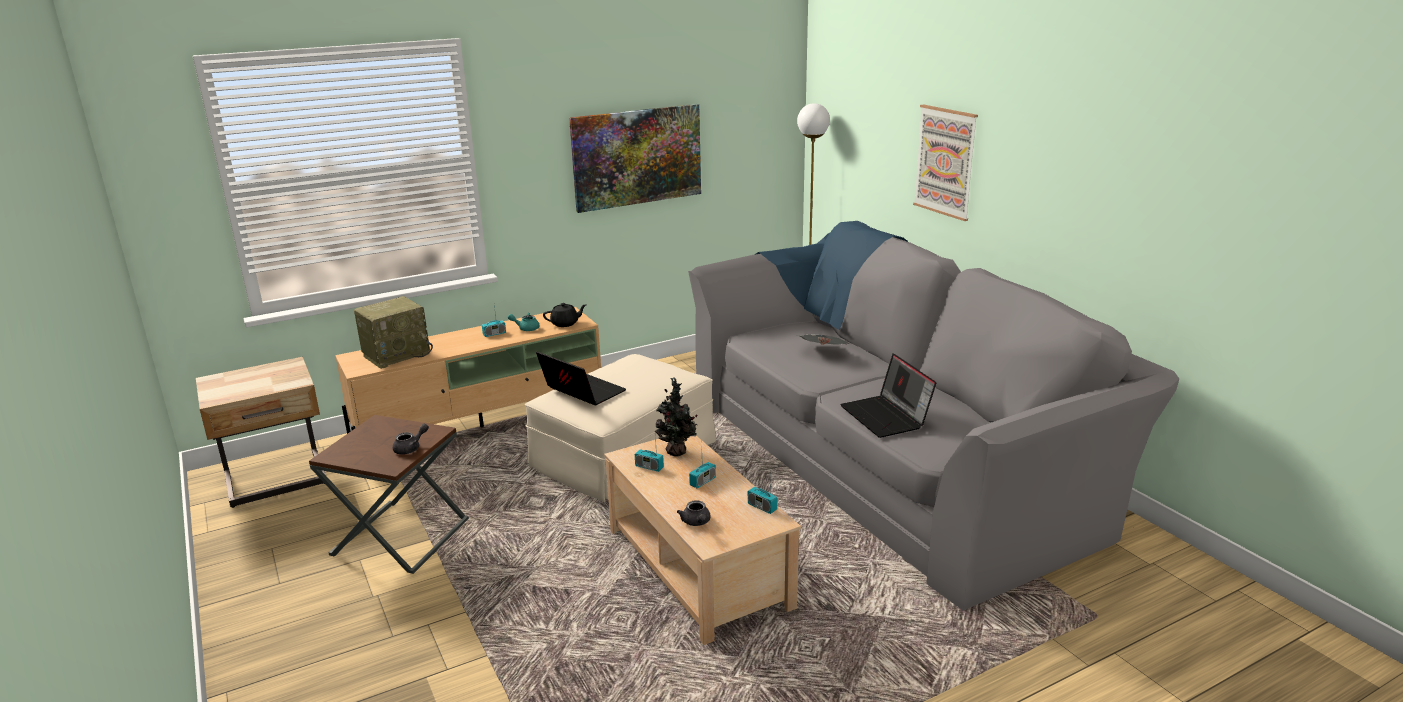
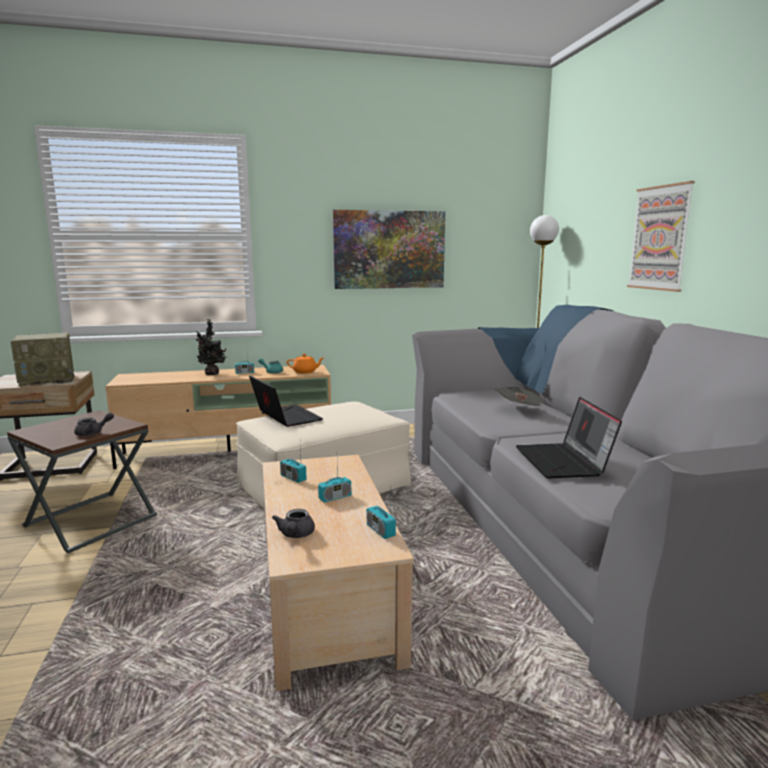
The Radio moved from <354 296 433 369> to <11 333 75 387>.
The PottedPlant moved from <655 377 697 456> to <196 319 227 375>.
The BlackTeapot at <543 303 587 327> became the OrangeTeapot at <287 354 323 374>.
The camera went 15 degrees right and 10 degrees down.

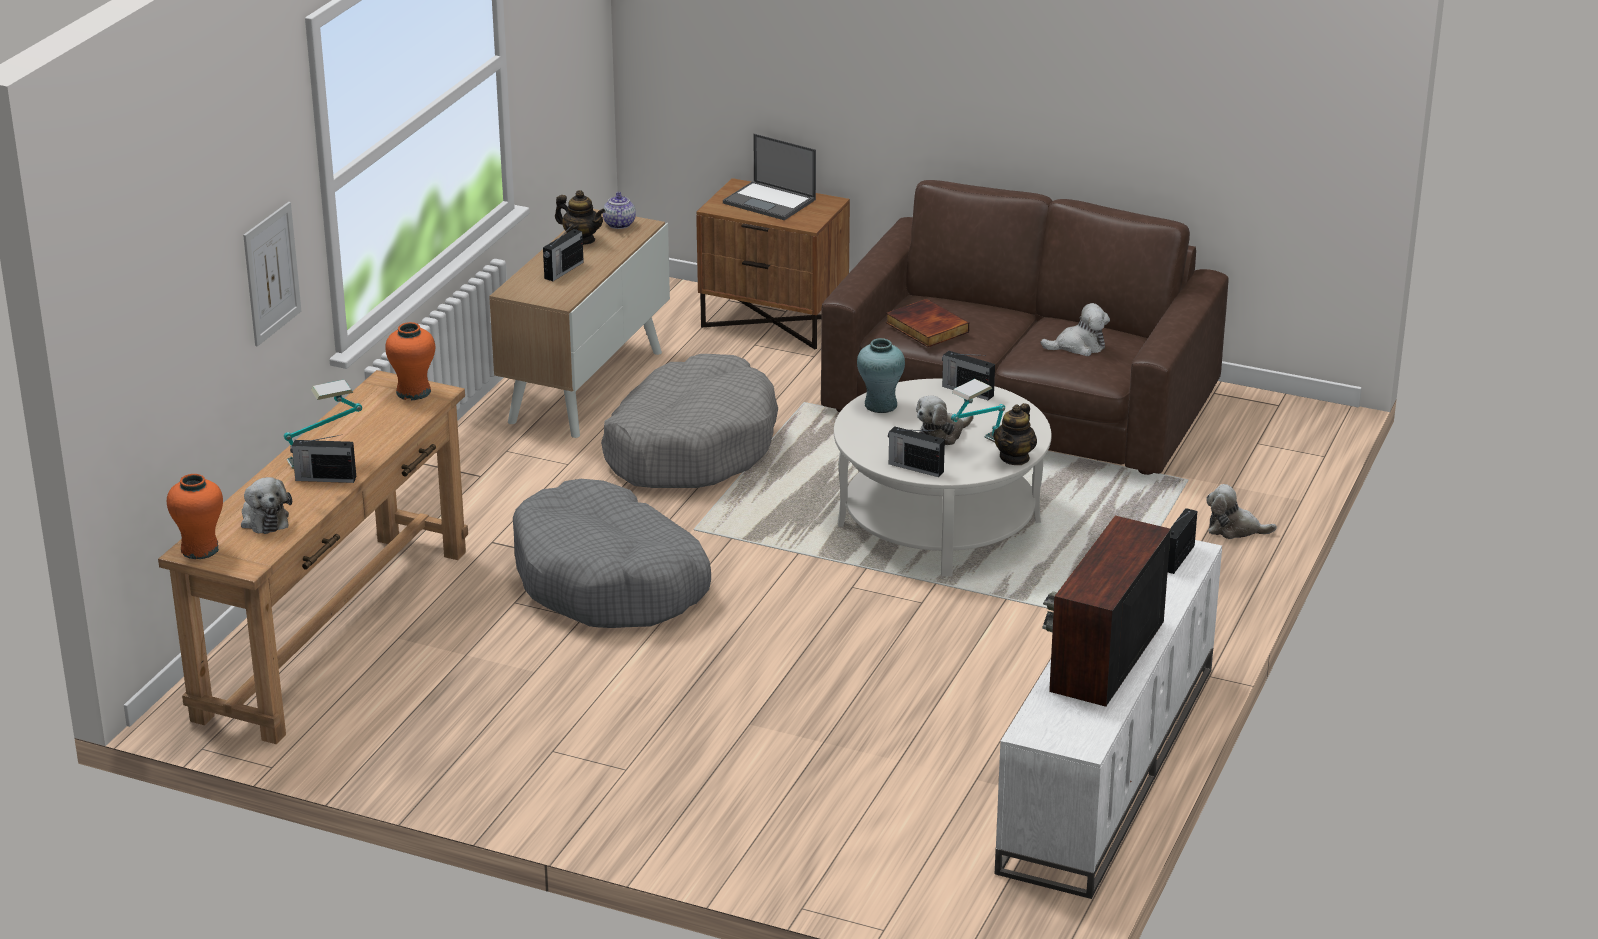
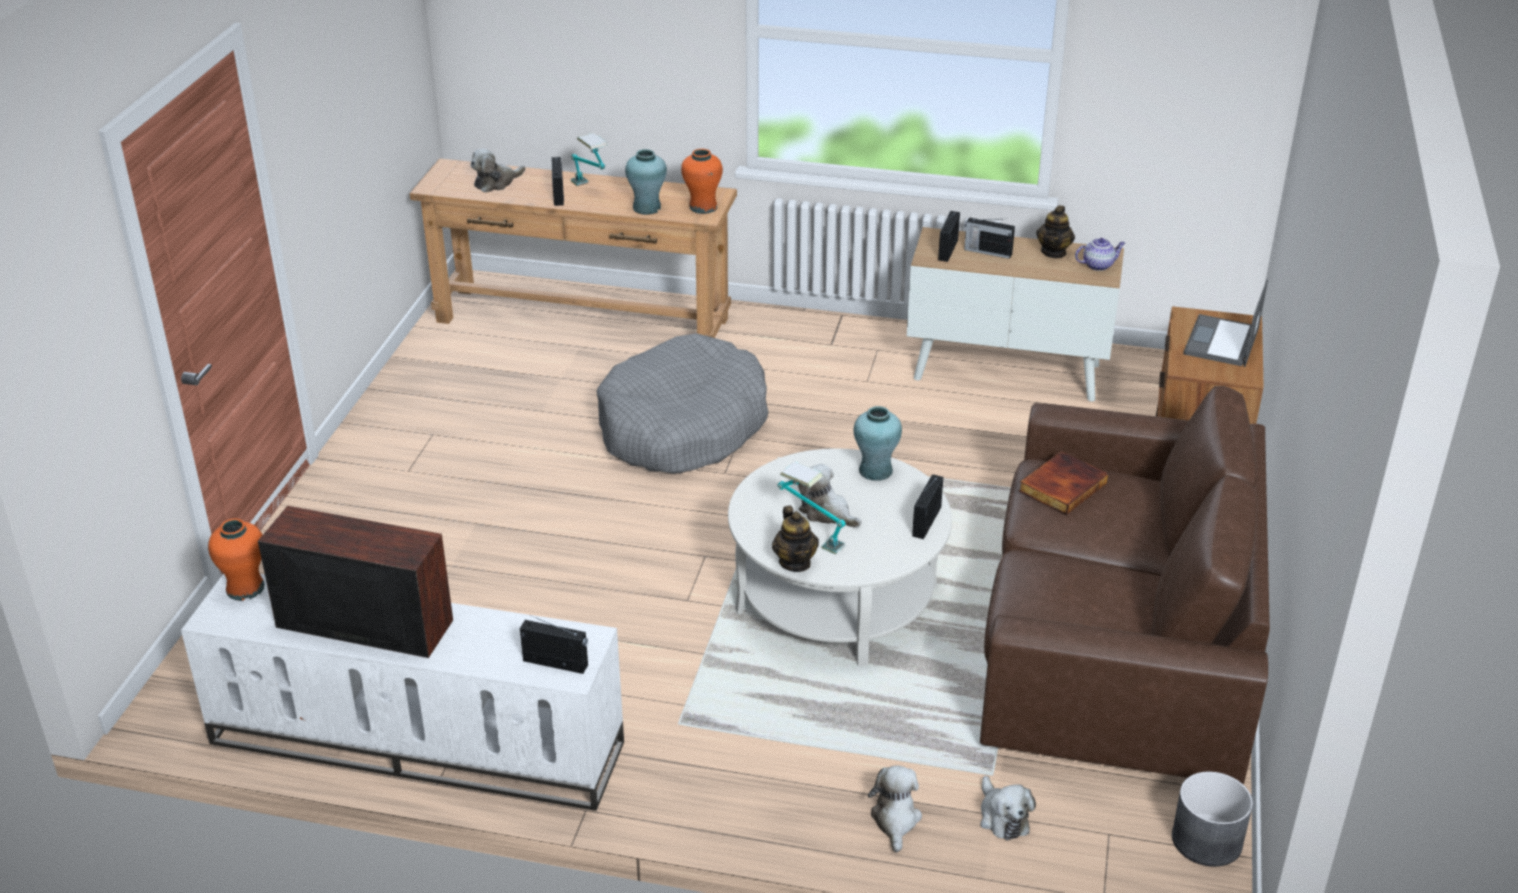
The OrangeVase moved from <167 474 223 559> to <208 518 265 601>.
The TurquoiseVase at <625 149 667 215> appeared.
The Teapot at <993 403 1037 465> turned 120 degrees counterclockwise.
The Radio moved from <888 426 945 477> to <938 211 960 262>.
The PlushToy moved from <1041 303 1110 356> to <980 776 1036 840>.
The GreyPlanter at <1172 772 1253 867> appeared.
The Picture at <243 202 301 347> disappeared.
The GreyDogBed at <601 354 778 488> disappeared.
The camera went 80 degrees right and 5 degrees up.

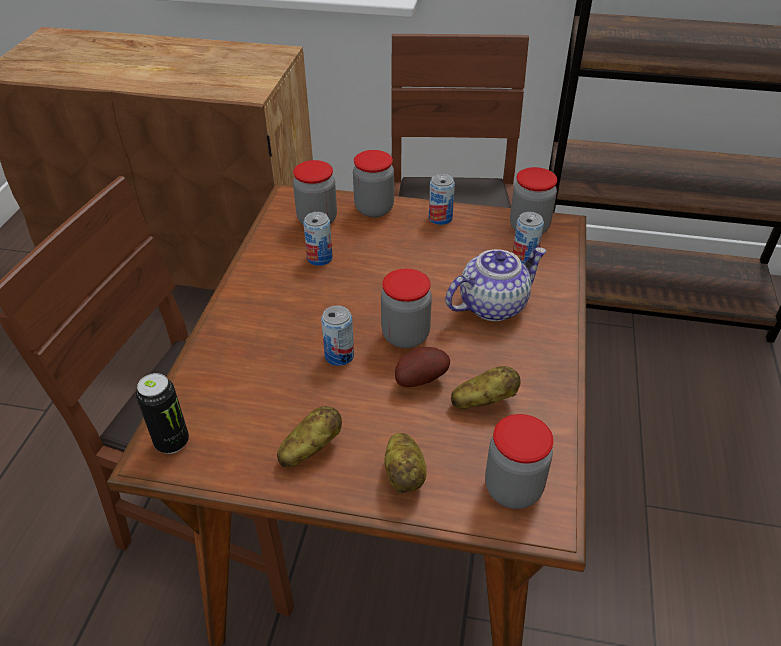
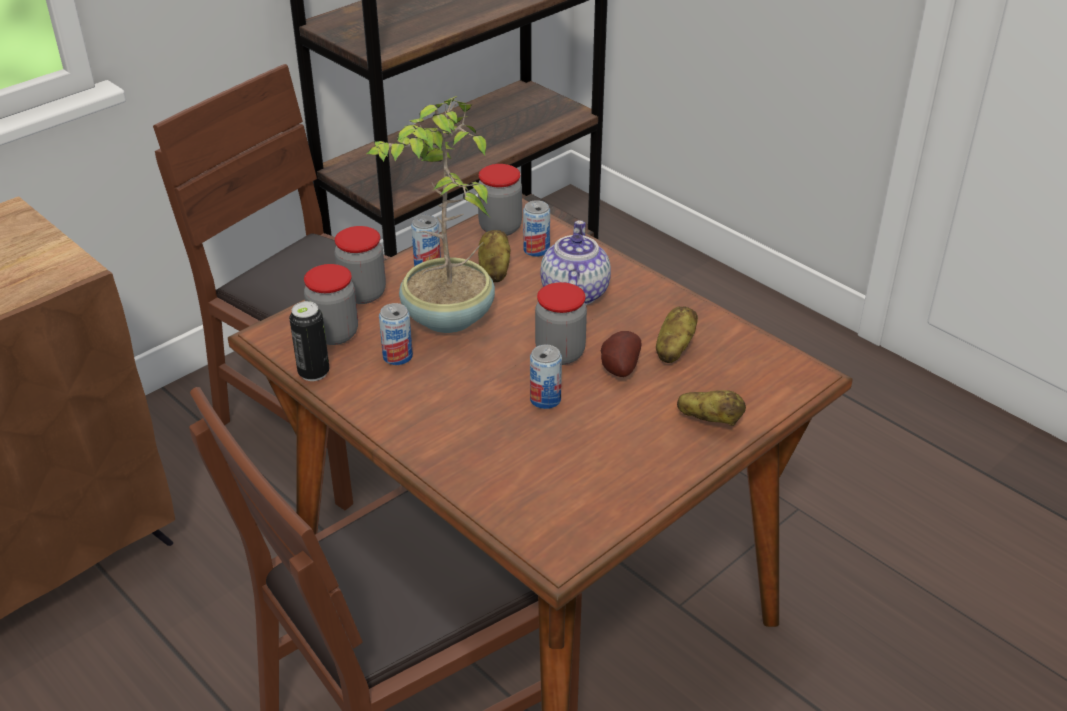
The Can moved from <136 373 189 454> to <289 301 330 381>.
The PottedPlant at <367 96 495 333> appeared.
The Potato moved from <277 406 342 467> to <478 230 510 282>.
The Jar at <485 414 553 509> disappeared.
The camera went 55 degrees left and 5 degrees down.

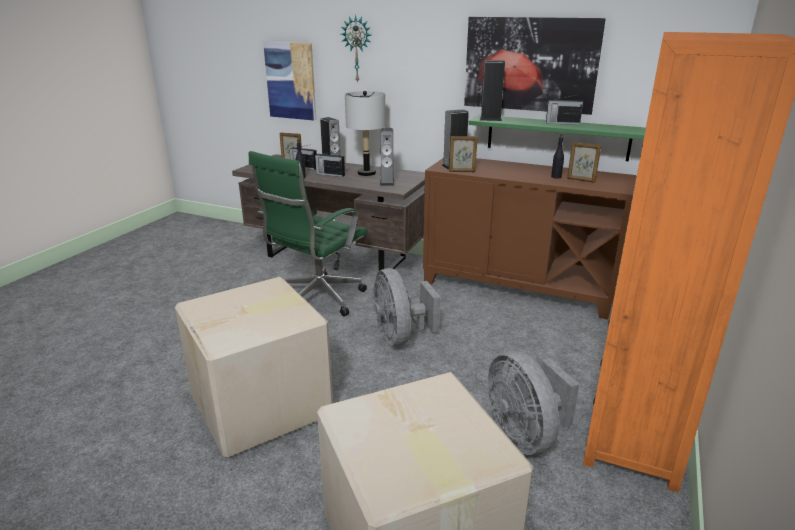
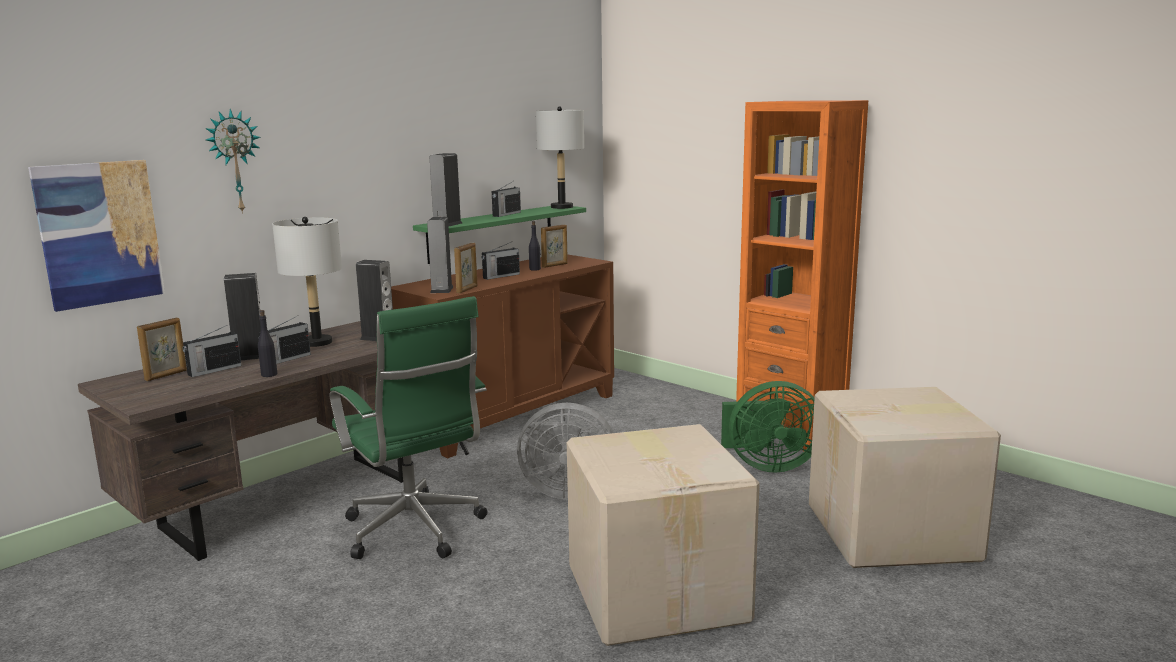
The Radio at <481 242 520 280> appeared.
The GreyTableLamp at <536 106 584 209> appeared.
The GreyFan at <488 351 579 455> became the GreenFan at <721 381 814 473>.
The Picture at <464 17 606 115> disappeared.
The camera went 70 degrees left and 10 degrees down.

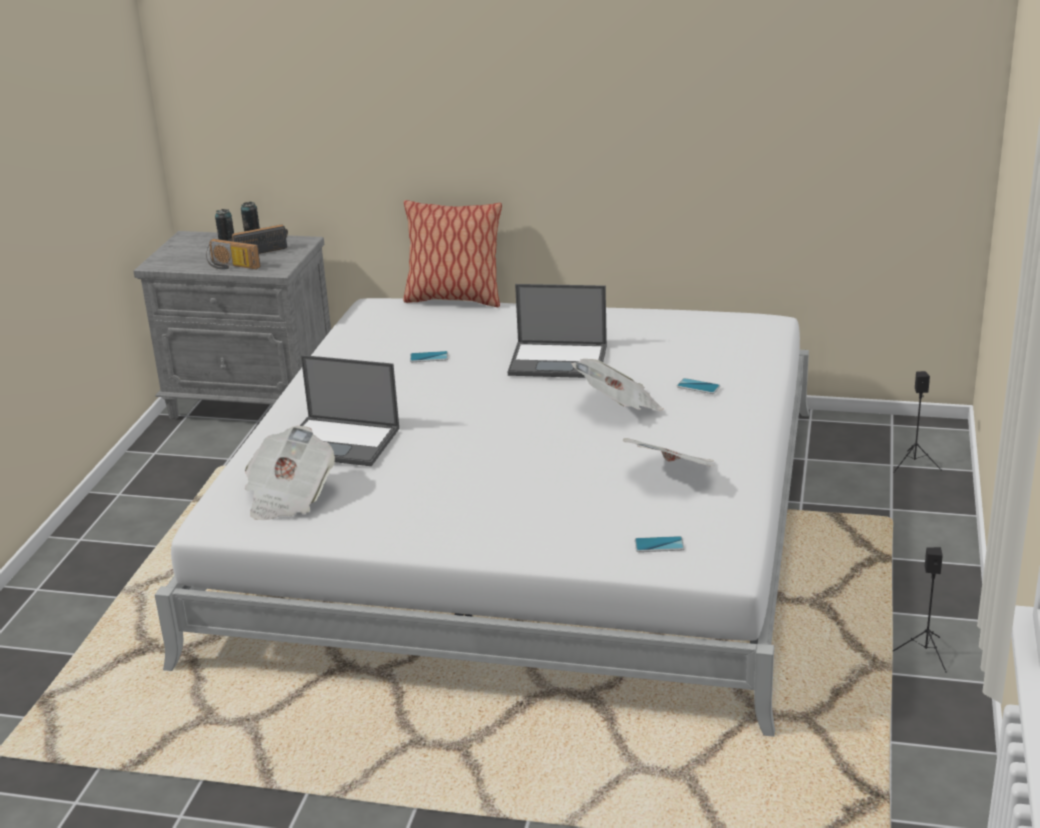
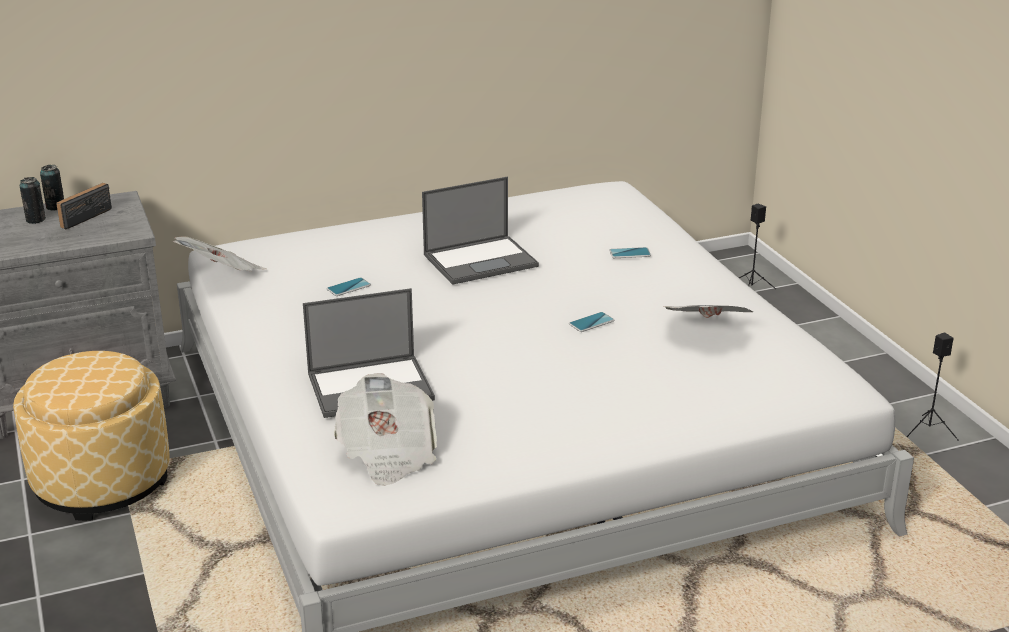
The Ottoman at <13 351 170 521> appeared.
The Newspaper moved from <571 359 664 410> to <173 236 267 272>.
The Phone moved from <634 536 685 552> to <569 312 614 332>.
The Radio at <206 239 261 270> disappeared.
The Pillow at <403 200 502 307> disappeared.
The camera went 35 degrees left and 0 degrees up.

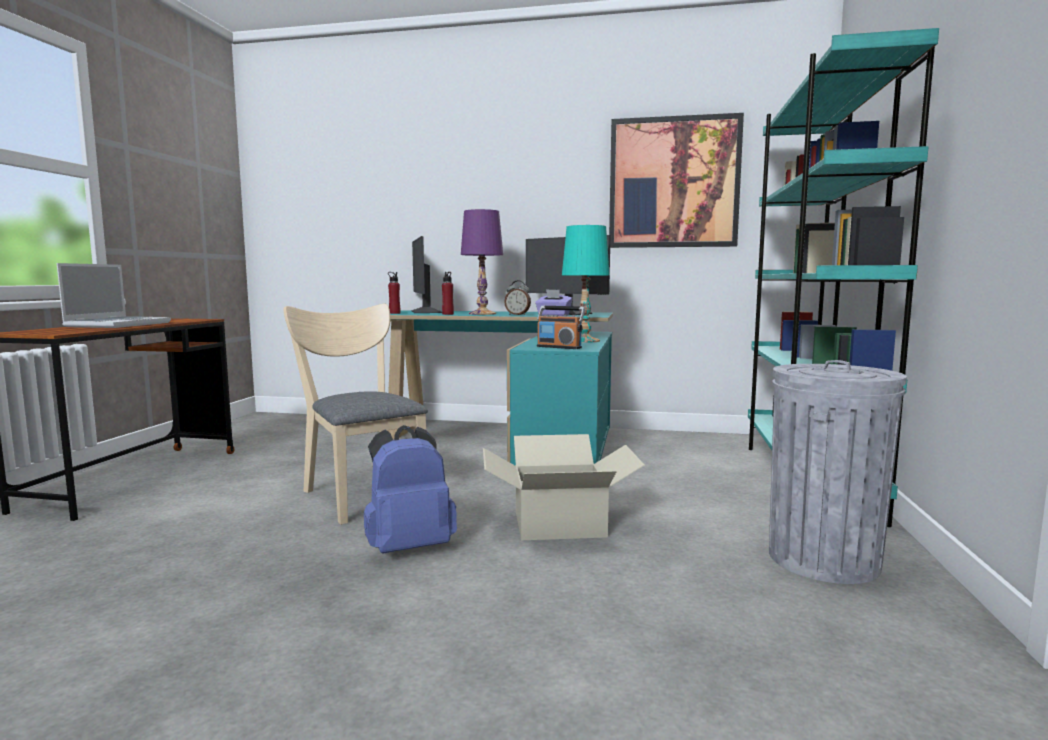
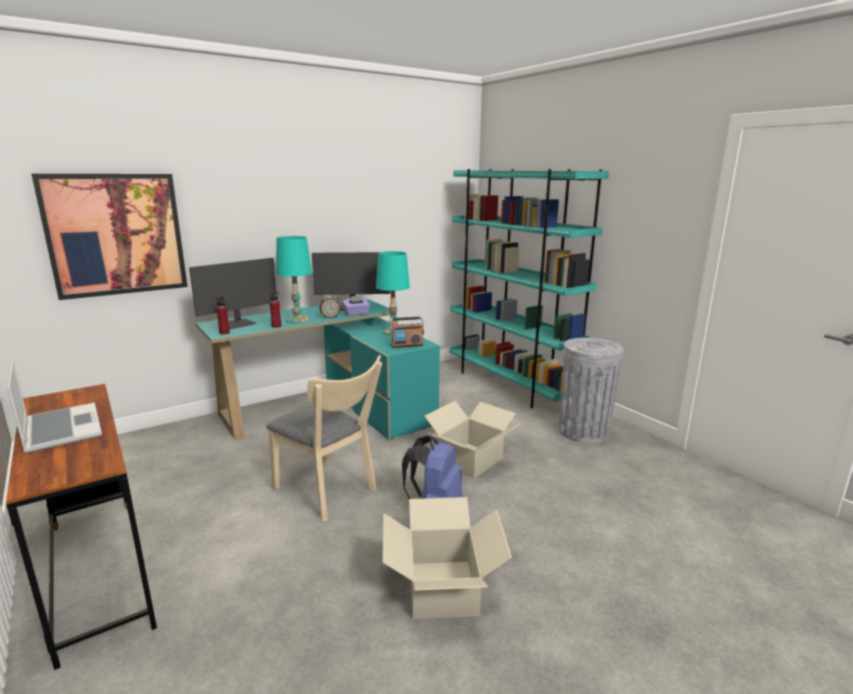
The Picture moved from <609 113 744 248> to <32 174 188 300>.
The Monitor at <411 236 442 313> turned 75 degrees counterclockwise.
The BeigeChair at <283 304 428 525> turned 150 degrees counterclockwise.
The PurpleTableLamp at <461 209 503 315> became the TurquoiseTableLamp at <276 236 312 323>.
The CardboardBox at <383 497 512 619> appeared.
The camera went 45 degrees left and 10 degrees up.

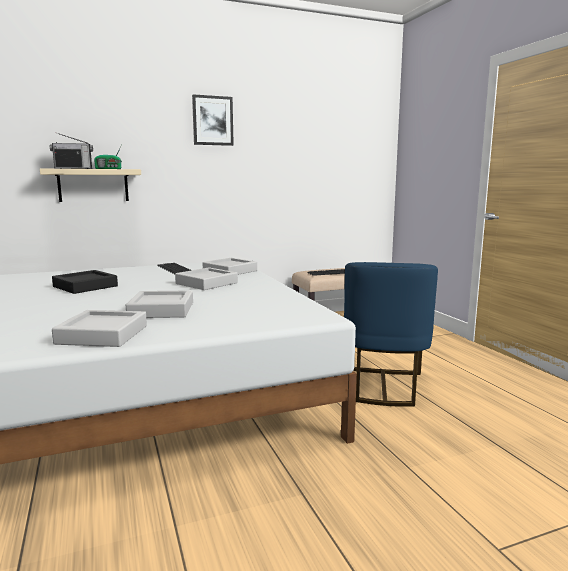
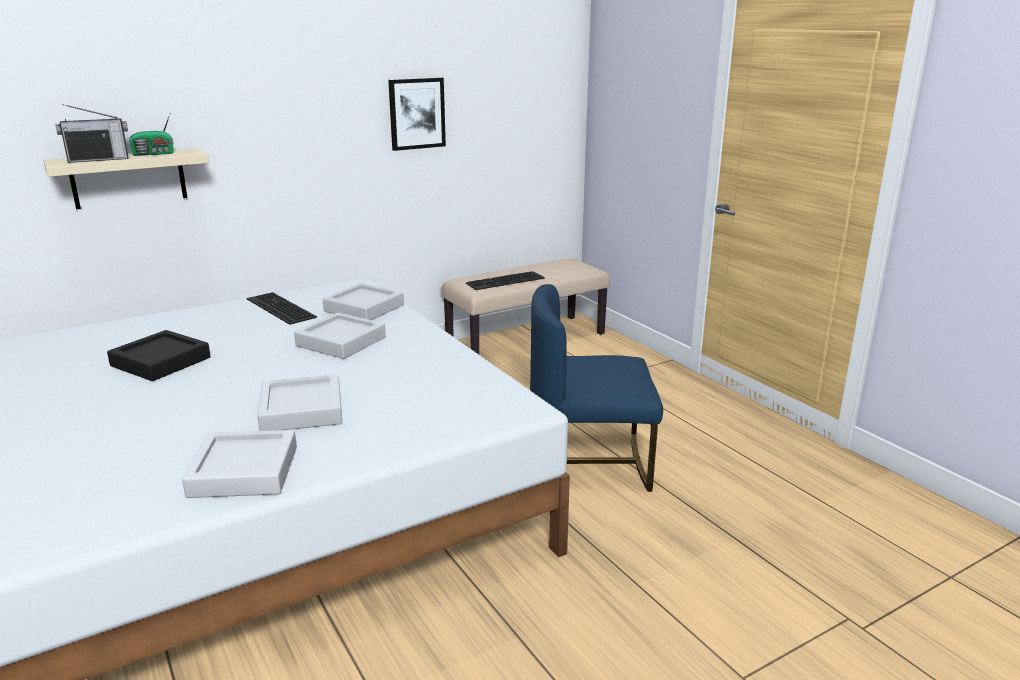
The Picture moved from <192 94 234 146> to <388 77 446 151>.
The BlueChair at <344 262 438 407> turned 90 degrees clockwise.
The camera went 10 degrees left and 10 degrees up.

